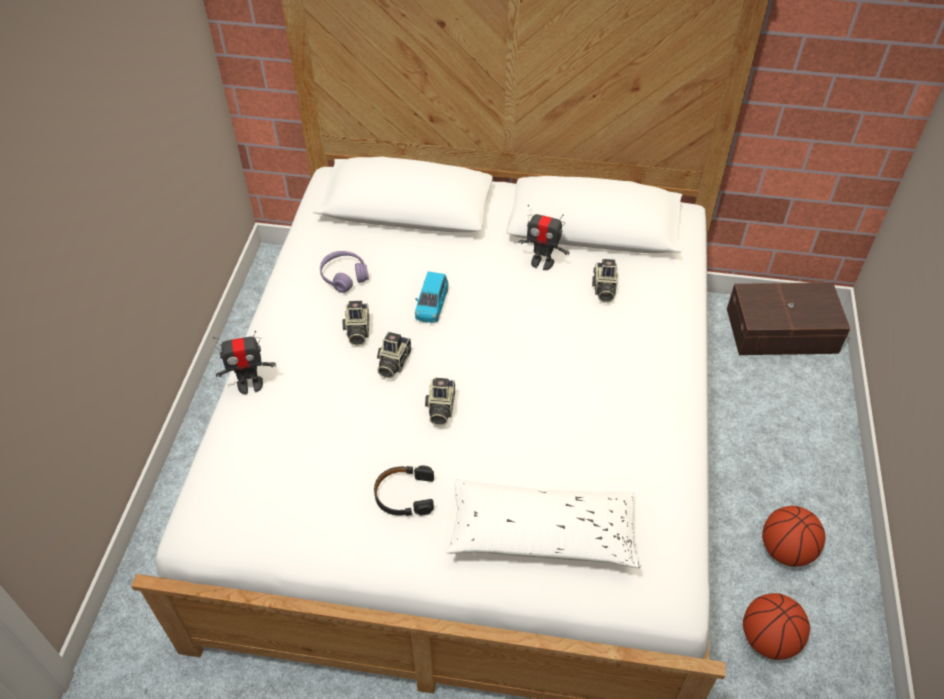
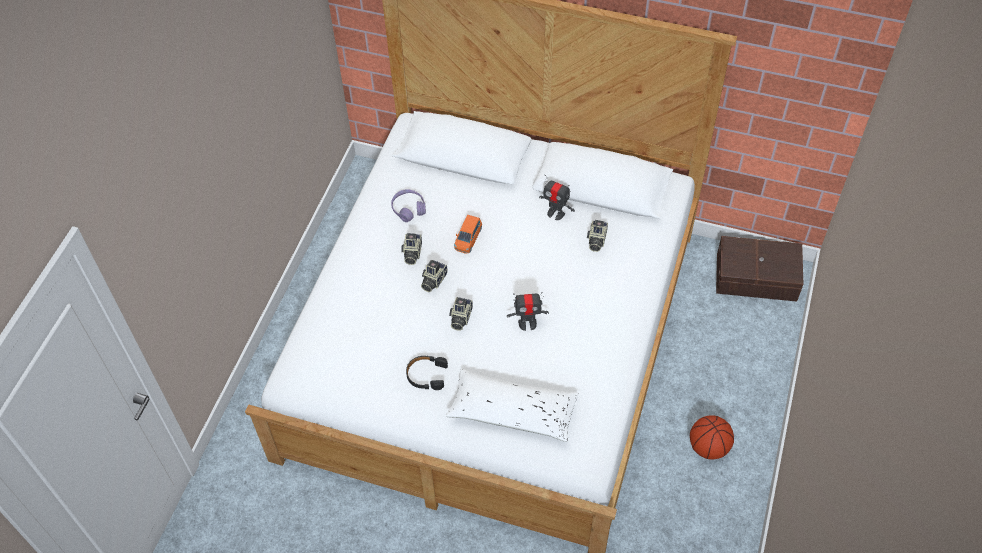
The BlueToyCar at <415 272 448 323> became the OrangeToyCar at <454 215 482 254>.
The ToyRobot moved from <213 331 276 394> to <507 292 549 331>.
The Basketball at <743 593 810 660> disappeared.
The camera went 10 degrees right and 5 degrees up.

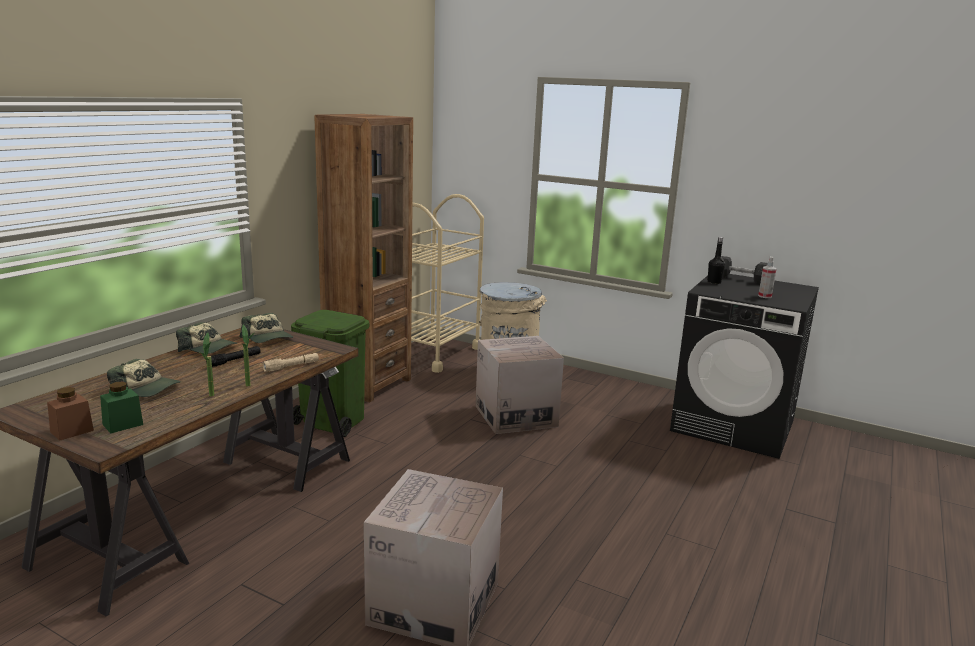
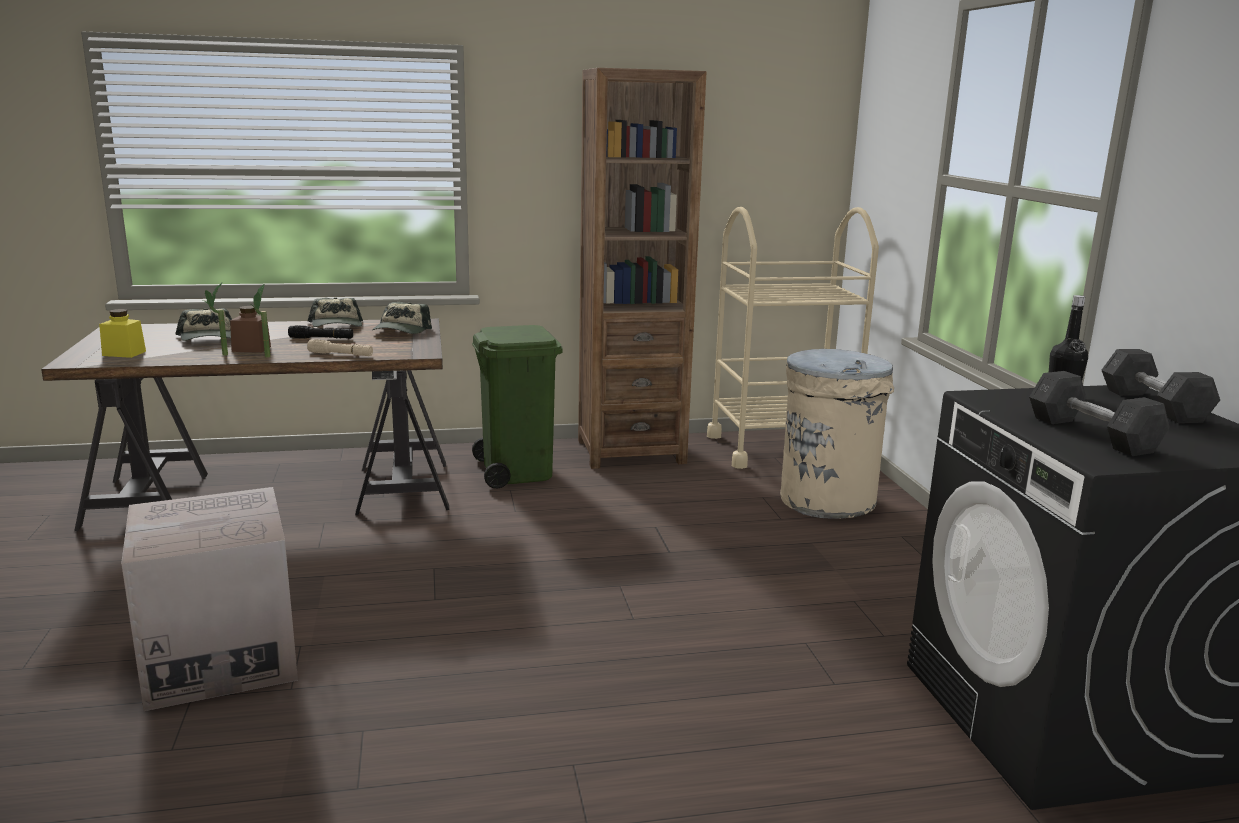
The GreenJar at <100 382 143 434> became the YellowJar at <99 309 146 358>.
The BrownJar moved from <47 387 94 441> to <230 306 271 353>.
The SprayBottle at <758 257 777 298> was replaced by the GreyDumbbell at <1029 371 1169 456>.
The CardboardBox at <475 336 564 434> disappeared.
The camera went 50 degrees right and 0 degrees up.

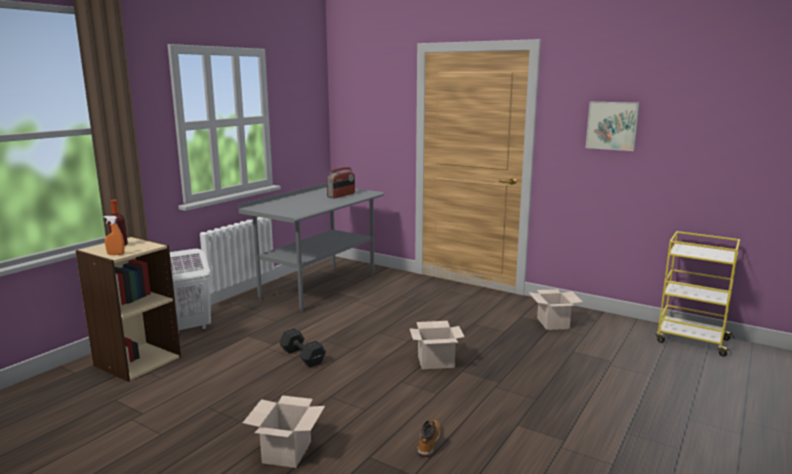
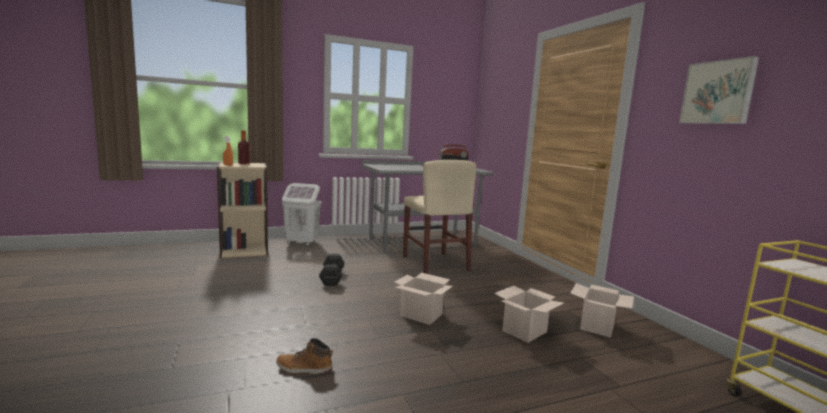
The Boot at <418 420 440 457> turned 135 degrees counterclockwise.
The BeigeChair at <403 160 476 274> appeared.
The CardboardBox moved from <243 395 325 468> to <494 286 564 343>.
The camera went 35 degrees right and 5 degrees down.

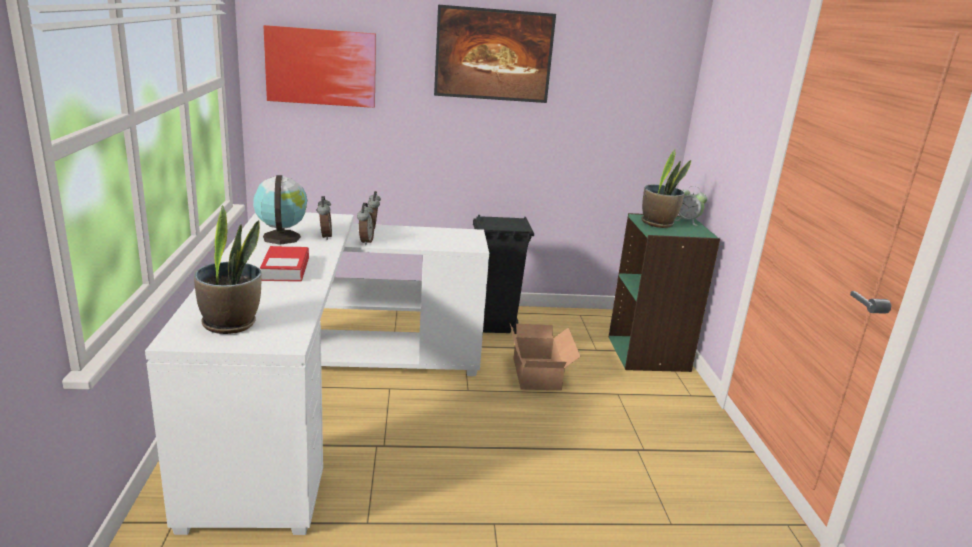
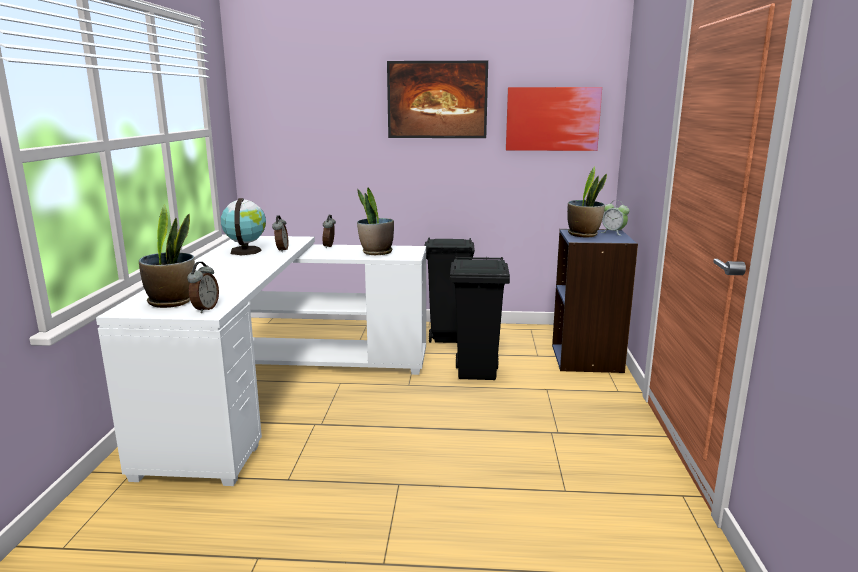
The AlarmClock moved from <357 203 374 245> to <187 262 219 313>.
The PottedPlant at <357 187 394 255> appeared.
The CardboardBox at <510 324 581 391> was replaced by the BlackTrashCan at <450 256 510 380>.
The Picture moved from <263 25 376 108> to <506 87 602 151>.
The GreenBookcase at <608 213 720 372> became the BlueBookcase at <552 229 638 373>.
The Book at <260 246 309 282> disappeared.
The camera went 10 degrees right and 5 degrees down.

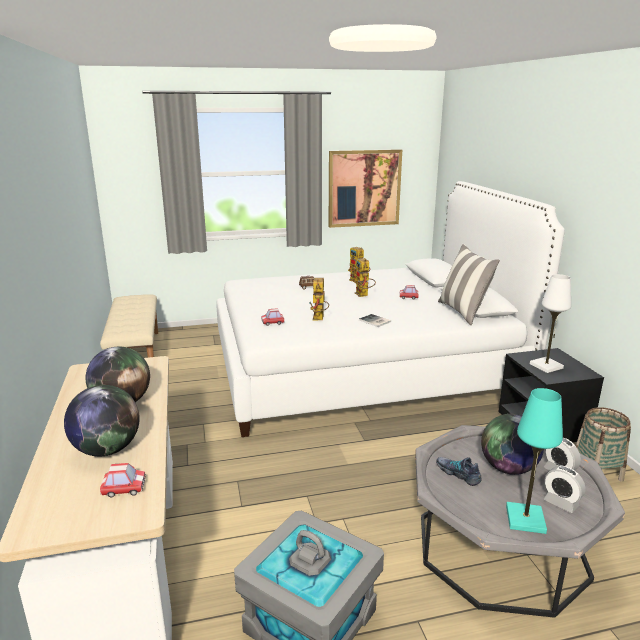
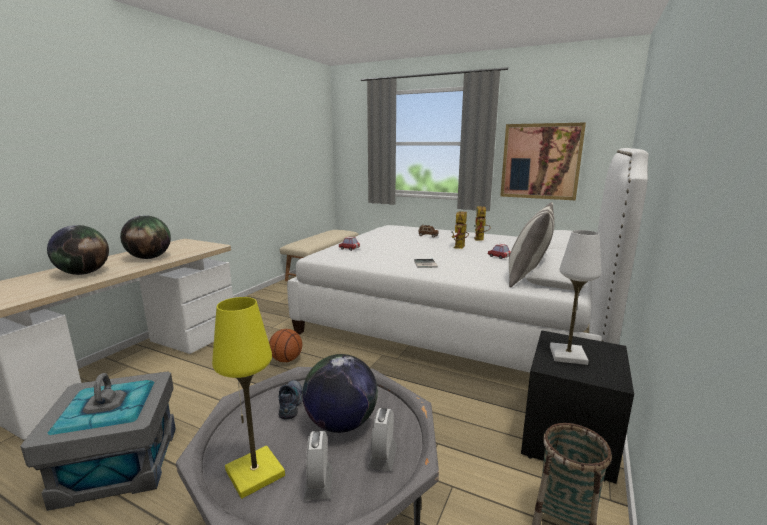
The TurquoiseTableLamp at <506 388 563 534> became the YellowTableLamp at <212 297 285 499>.
The Basketball at <269 329 302 362> appeared.
The ToyCar at <100 463 146 497> disappeared.
The ToyRobot at <309 278 329 320> disappeared.
The camera went 40 degrees right and 5 degrees down.

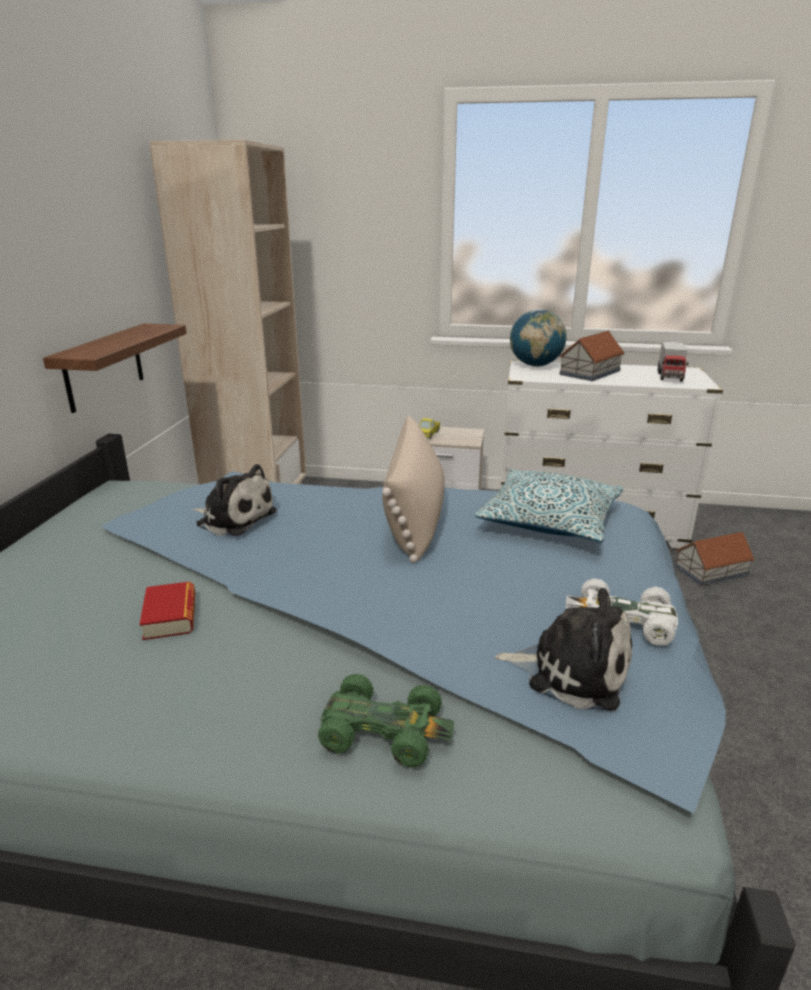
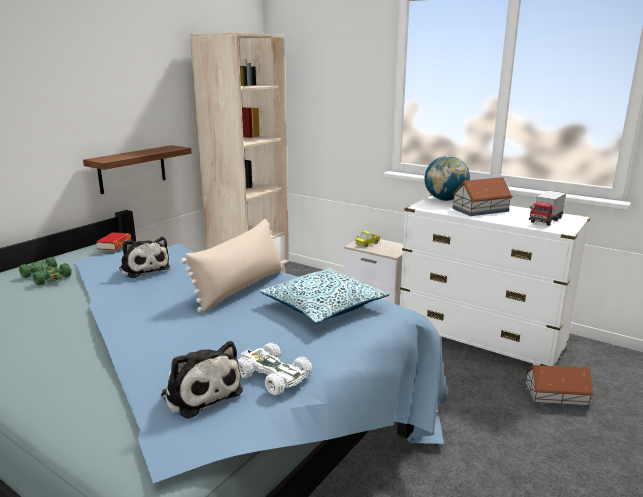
The GreenToyCar moved from <318 674 454 768> to <19 257 71 285>.
The Book moved from <139 582 195 640> to <96 232 132 251>.
The camera went 25 degrees right and 5 degrees down.

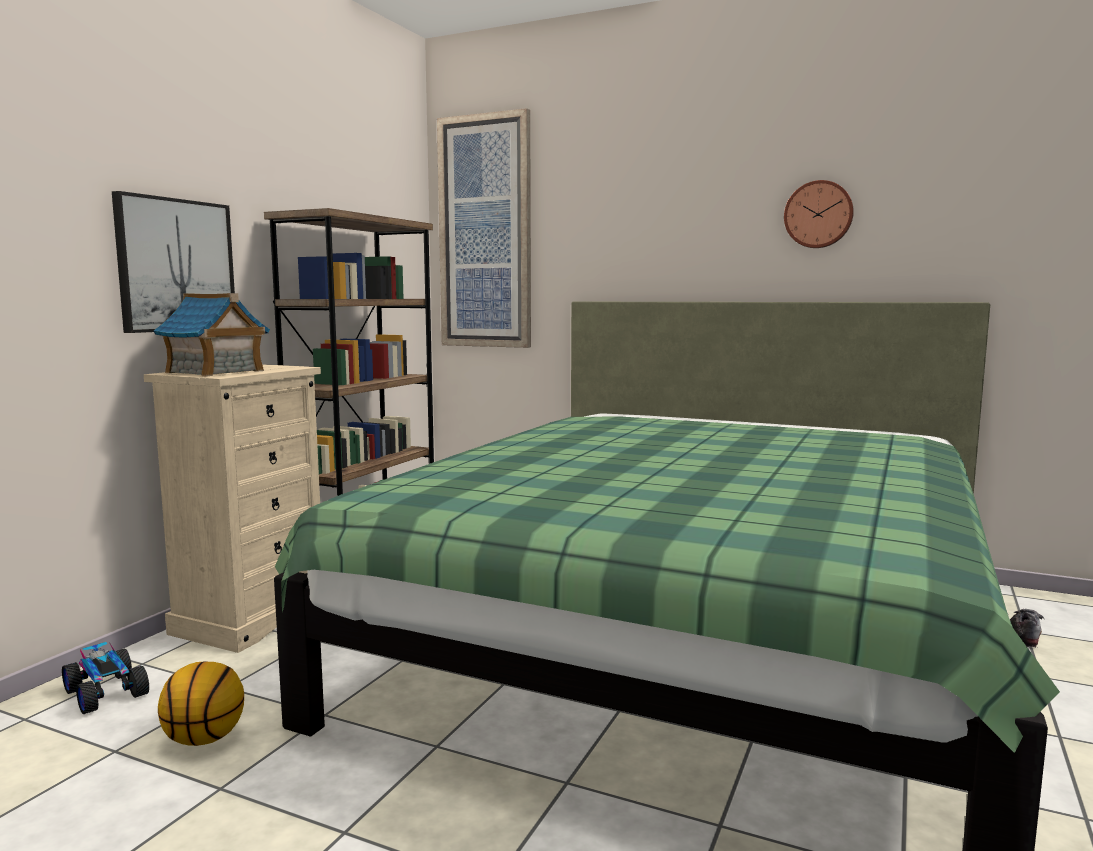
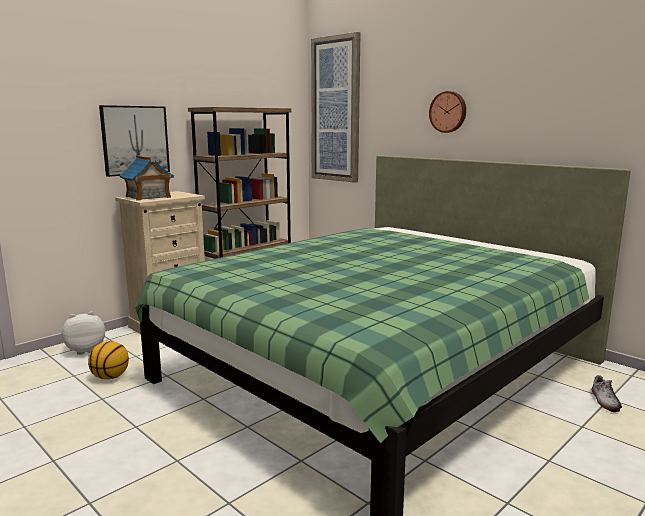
The ToyCar at <62 642 149 714> was replaced by the PlushToy at <62 312 105 355>.
The WallClock moved from <784 180 854 248> to <429 91 466 133>.
The Shoe at <1010 609 1044 647> turned 135 degrees clockwise.
The camera went 20 degrees right and 5 degrees up.

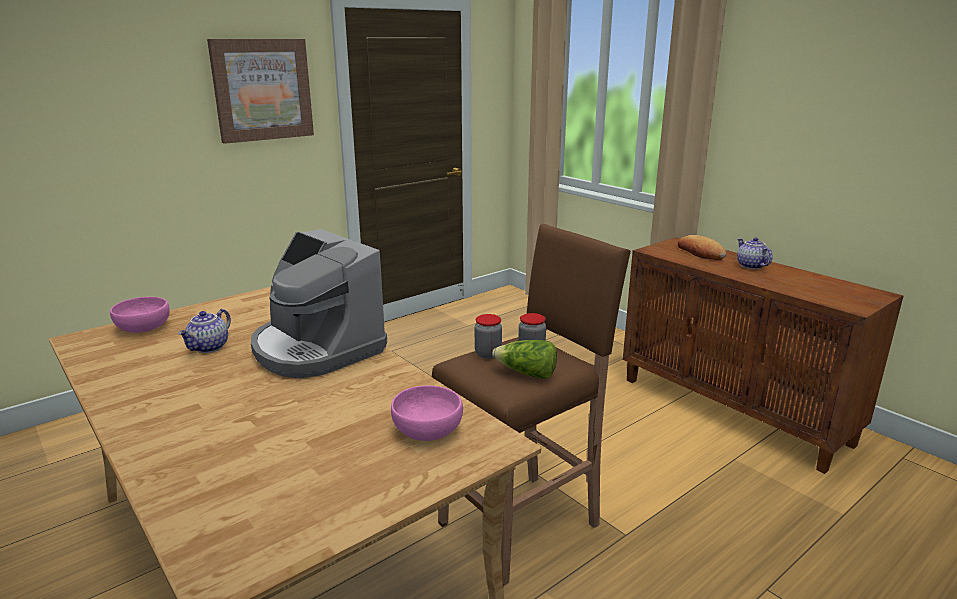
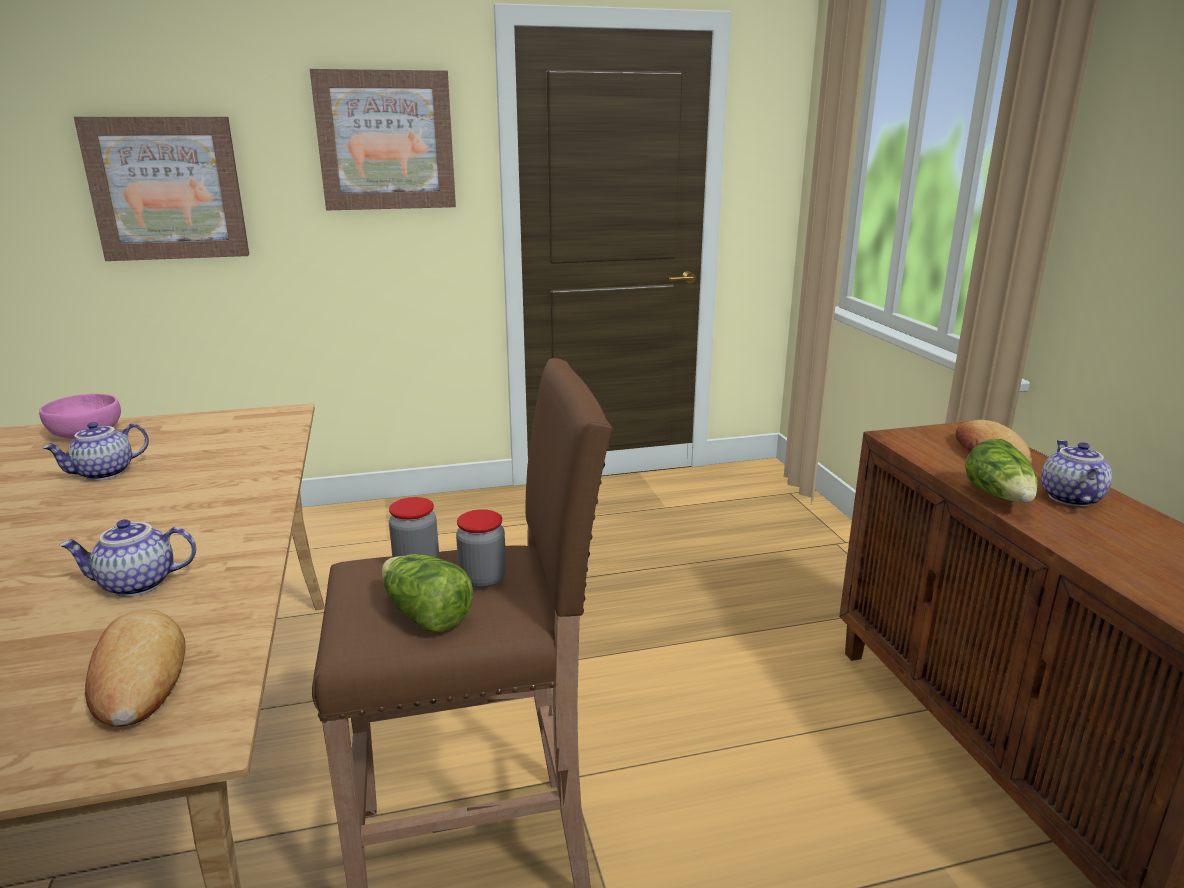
The Teapot at <59 519 196 597> appeared.
The Picture at <74 117 249 261> appeared.
The PinkBowl at <391 385 463 441> was replaced by the Bread at <85 610 186 727>.
The Lettuce at <965 439 1038 503> appeared.
The CoffeeMachine at <251 229 387 378> disappeared.
The camera went 25 degrees right and 0 degrees up.

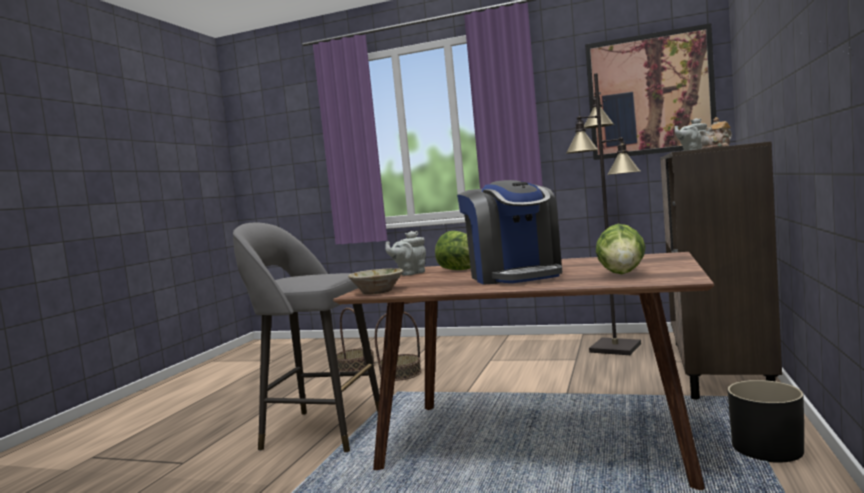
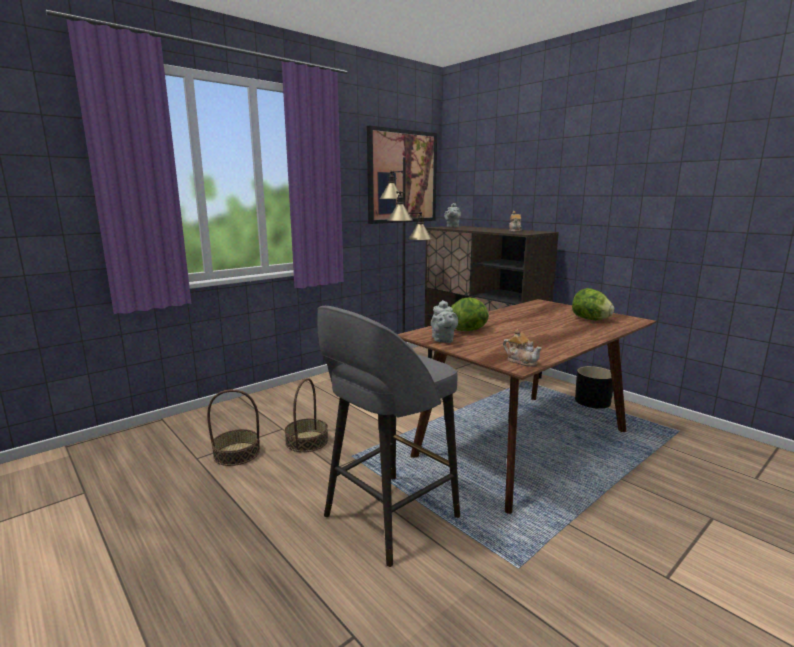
The BeigeBowl at <348 268 403 295> was replaced by the Teapot at <503 329 542 367>.
The CoffeeMachine at <457 180 562 285> disappeared.
The camera went 60 degrees left and 10 degrees up.

